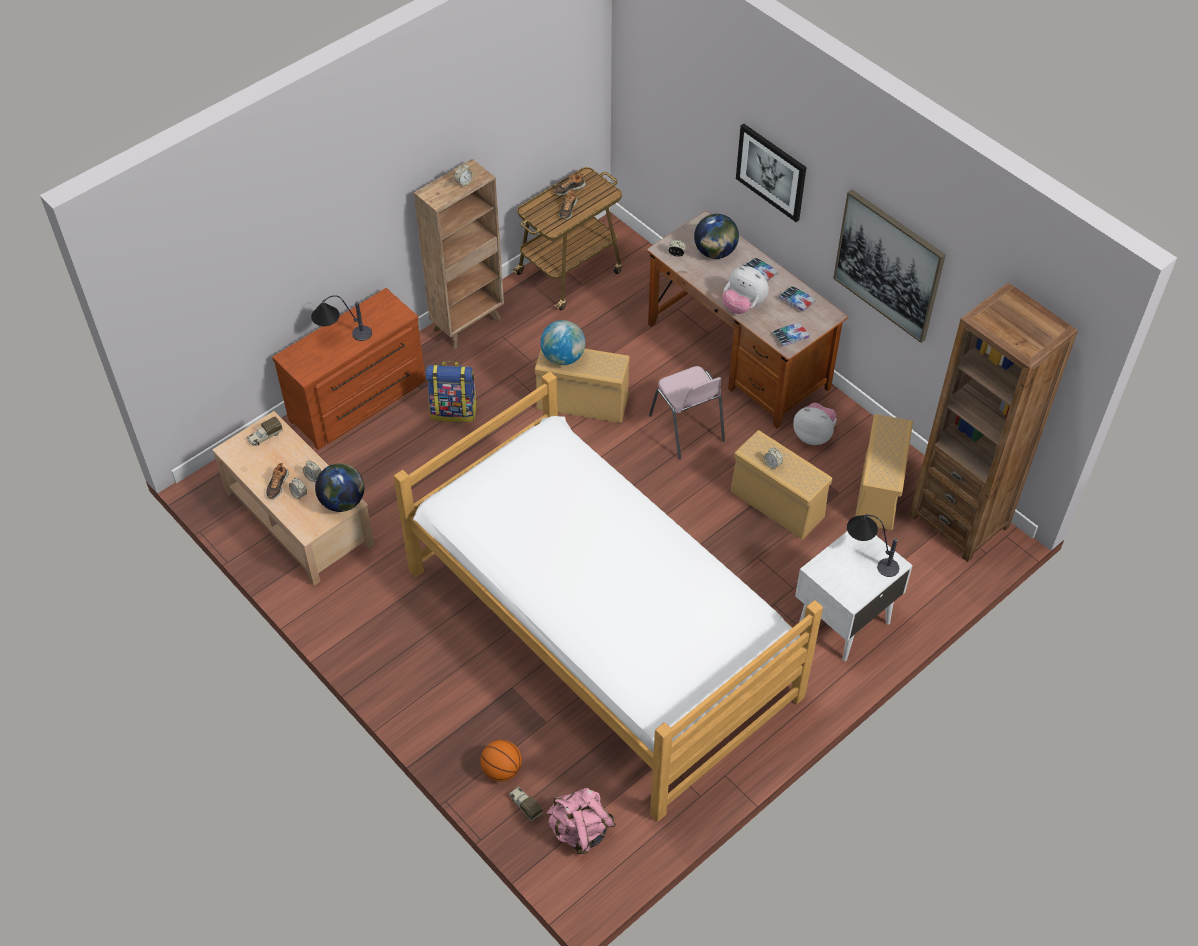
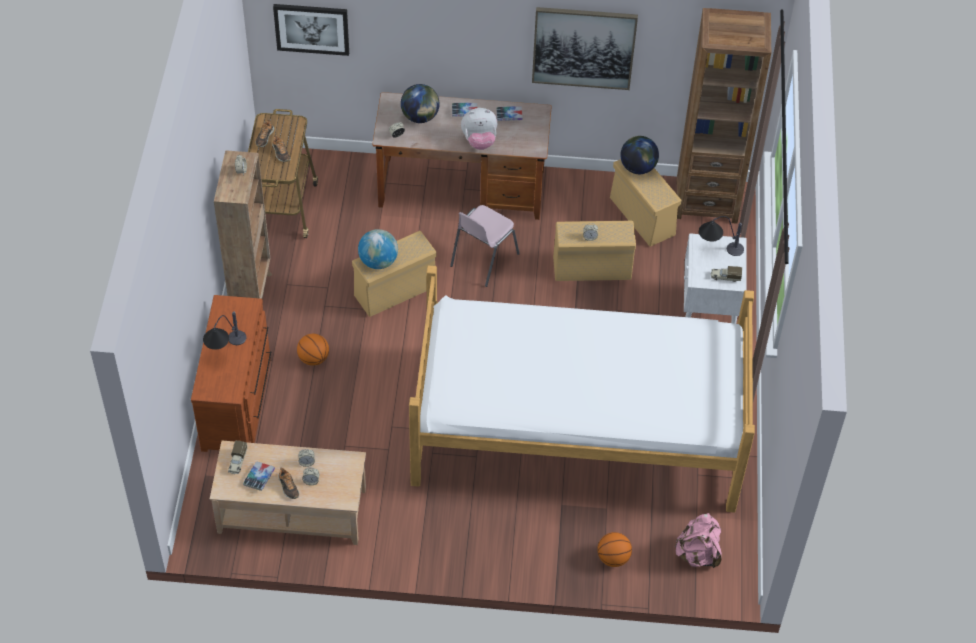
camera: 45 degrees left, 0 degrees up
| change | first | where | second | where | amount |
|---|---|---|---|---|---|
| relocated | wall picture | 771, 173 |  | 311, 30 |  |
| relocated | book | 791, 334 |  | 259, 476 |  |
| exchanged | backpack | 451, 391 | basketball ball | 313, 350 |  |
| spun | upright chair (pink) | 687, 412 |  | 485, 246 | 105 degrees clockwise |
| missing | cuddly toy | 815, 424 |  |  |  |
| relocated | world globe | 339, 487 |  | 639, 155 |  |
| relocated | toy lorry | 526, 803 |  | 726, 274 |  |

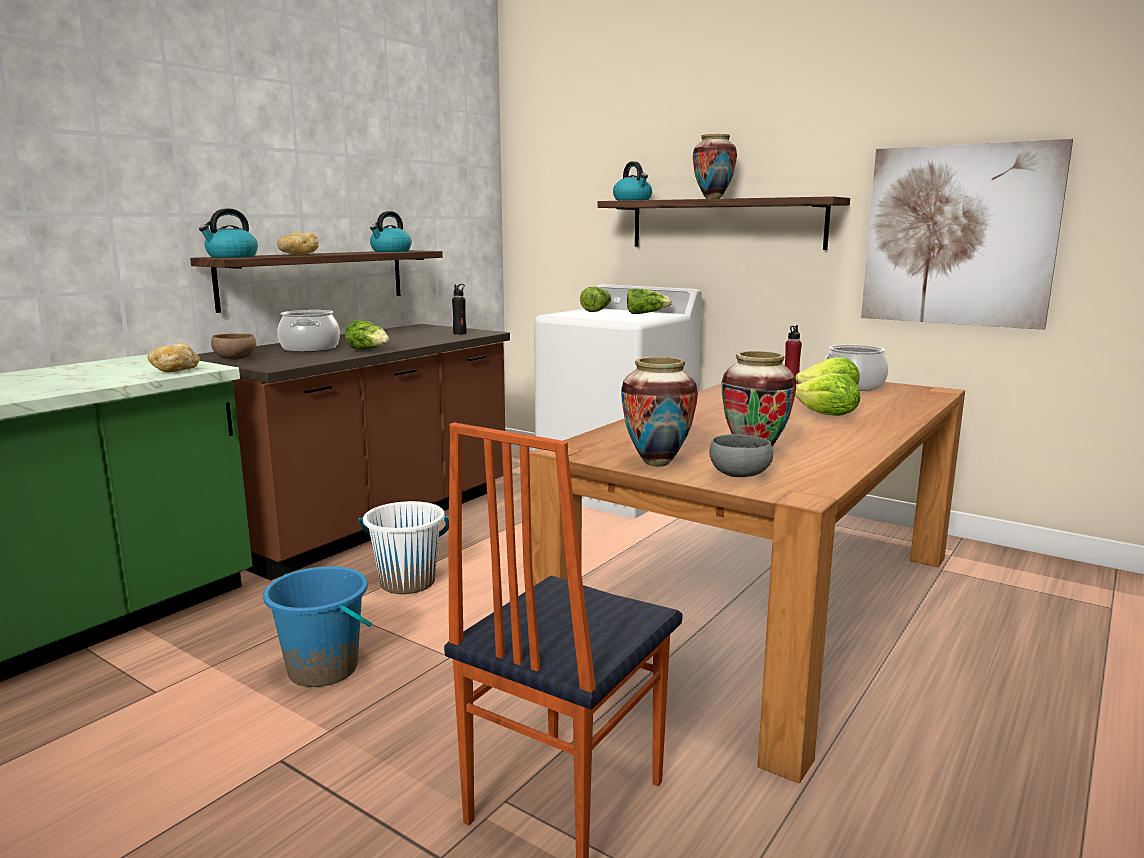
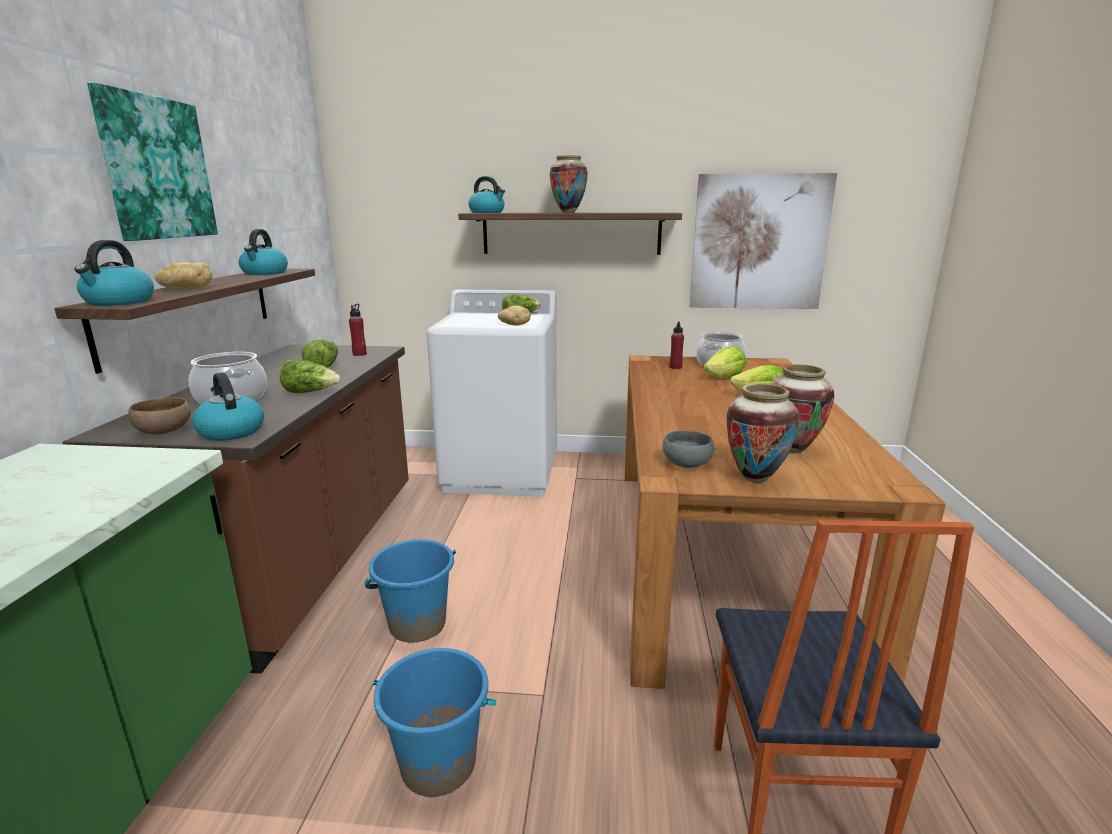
camera: 30 degrees left, 5 degrees up
| change | first | where | second | where | amount |
|---|---|---|---|---|---|
| colour | beverage bottle (black) | 459, 309 | beverage bottle (red) | 358, 330 |  |
| relocated | lettuce head | 595, 299 |  | 320, 353 |  |
| relocated | baked bread | 173, 357 |  | 514, 315 |  |
| relocated | bowl (greyish) | 741, 455 |  | 688, 449 |  |
| colour | pail (white) | 404, 547 | pail (bluish) | 410, 591 |  |
| appeared |  |  | wall picture | 152, 162 |  |
| appeared |  |  | tea kettle | 228, 406 |  |

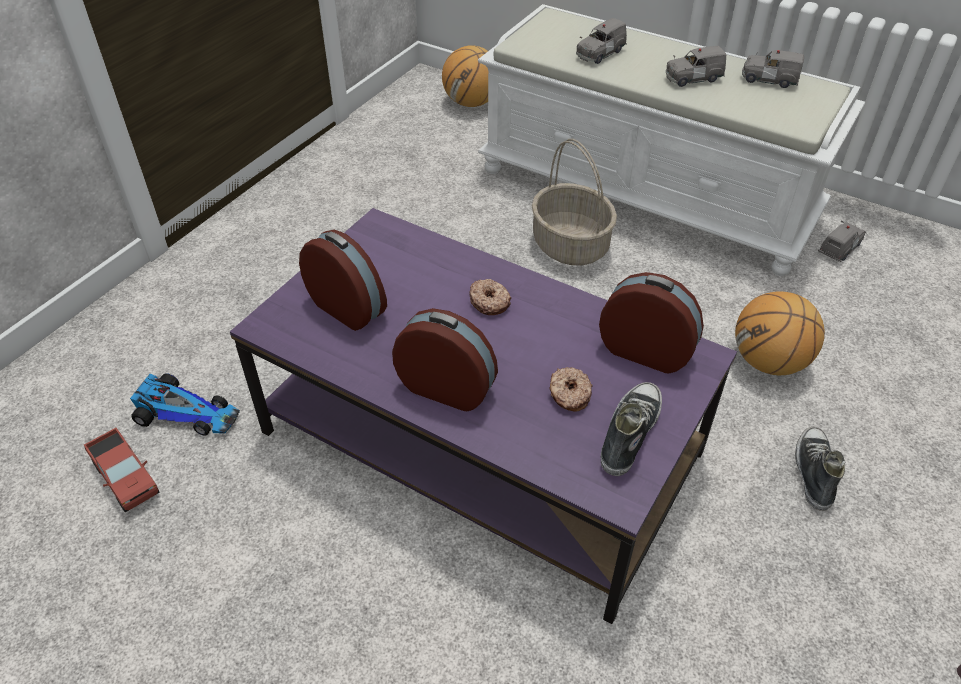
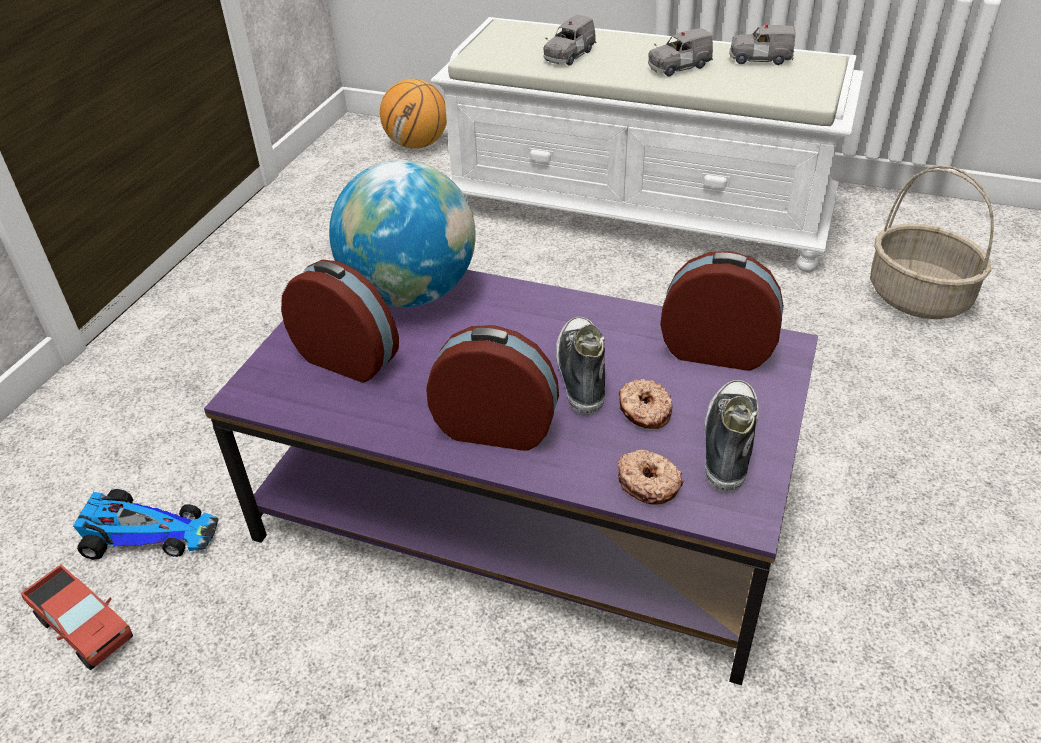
camera: 10 degrees left, 5 degrees down
| change | first | where | second | where | amount |
|---|---|---|---|---|---|
| relocated | household basket | 574, 202 |  | 932, 242 |  |
| missing | model car (greyish) | 842, 241 |  |  |  |
| relocated | donut | 490, 297 |  | 651, 477 |  |
| missing | basketball ball | 780, 333 |  |  |  |
| relocated | shoe | 820, 469 |  | 580, 365 |  |
| appeared |  |  | world globe | 402, 233 |  |

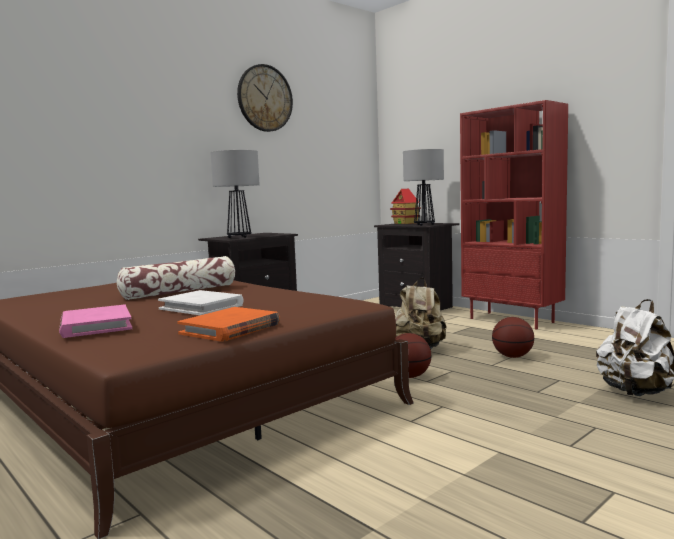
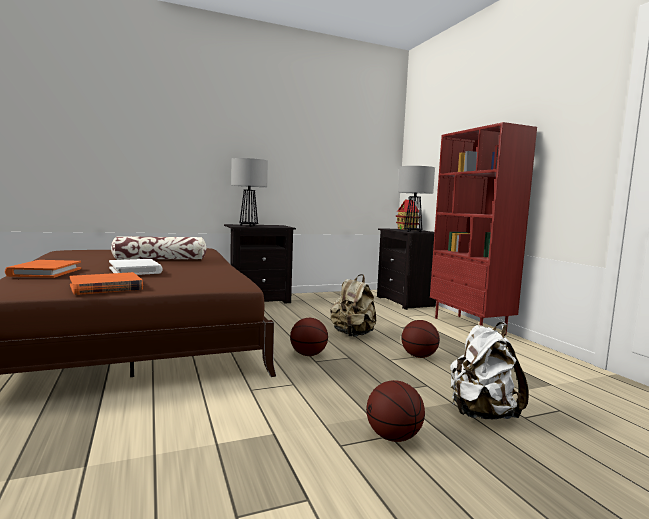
camera: 20 degrees right, 0 degrees up
| change | first | where | second | where | amount |
|---|---|---|---|---|---|
| missing | clock on the wall | 265, 98 |  |  |  |
| colour | book (pink) | 95, 321 | book (orange) | 43, 269 |  |
| appeared |  |  | basketball ball | 395, 411 |  |

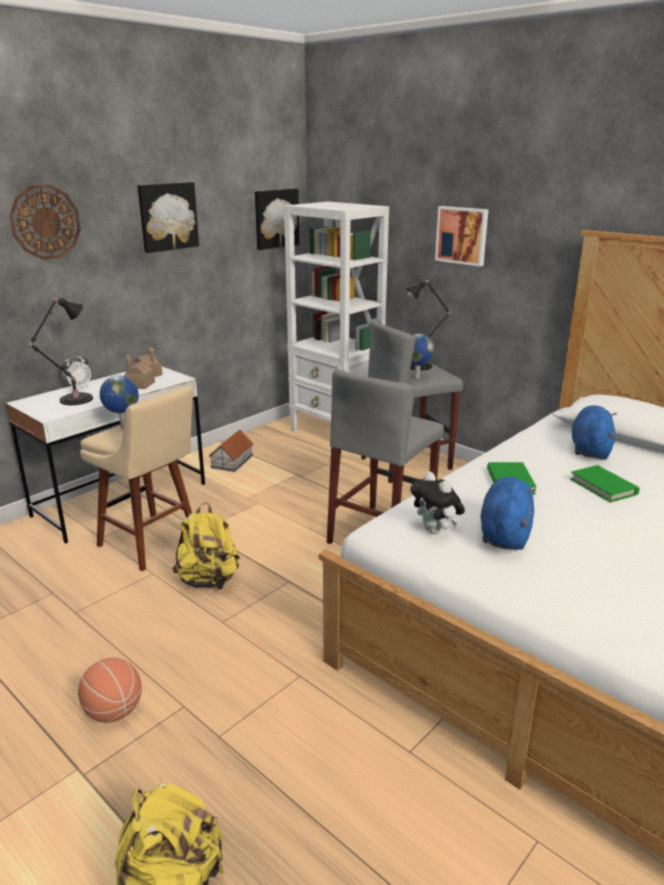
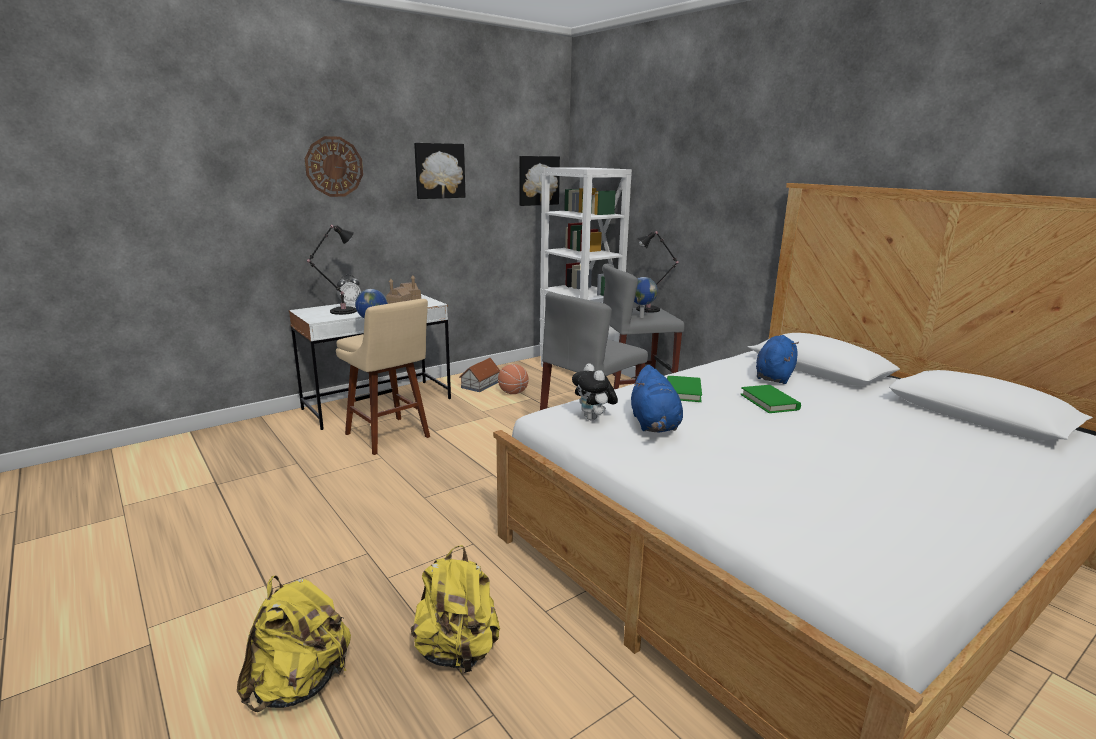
camera: 10 degrees right, 5 degrees down
| change | first | where | second | where | amount |
|---|---|---|---|---|---|
| missing | wall picture | 462, 236 |  |  |  |
| spun | cuddly toy (bluish) | 508, 513 |  | 657, 399 | 150 degrees clockwise |
| relocated | backpack (yellow-coloured) | 206, 546 |  | 455, 610 |  |
| relocated | basketball ball | 110, 690 |  | 513, 379 |  |

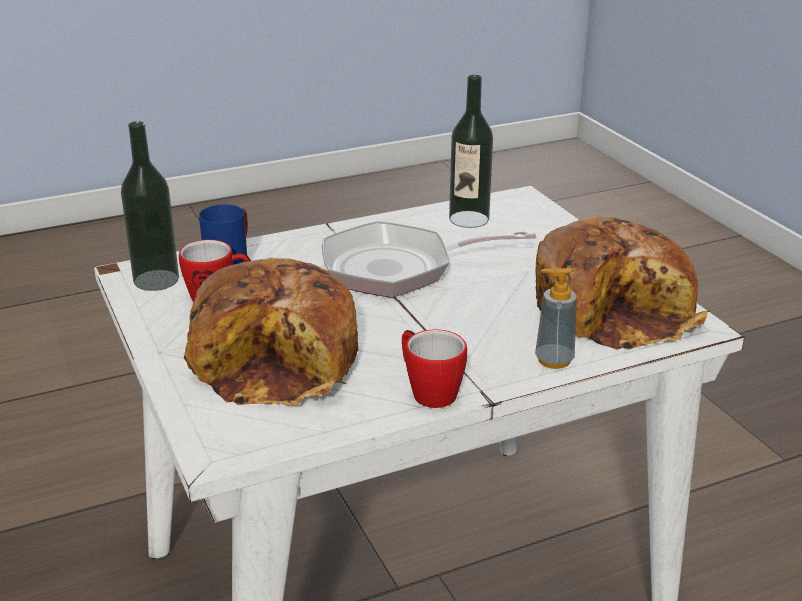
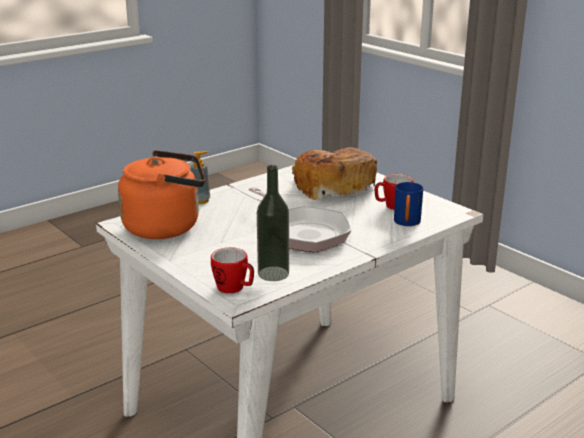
camera: 165 degrees right, 5 degrees down
| change | first | where | second | where | amount |
|---|---|---|---|---|---|
| missing | beverage bottle | 150, 206 |  |  |  |
| exchanged | baked bread | 622, 283 | tea kettle (orange) | 161, 194 |  |
| spun | skillet | 429, 259 |  | 300, 219 | 75 degrees clockwise |
| relocated | tea mug | 434, 369 |  | 232, 270 |  |

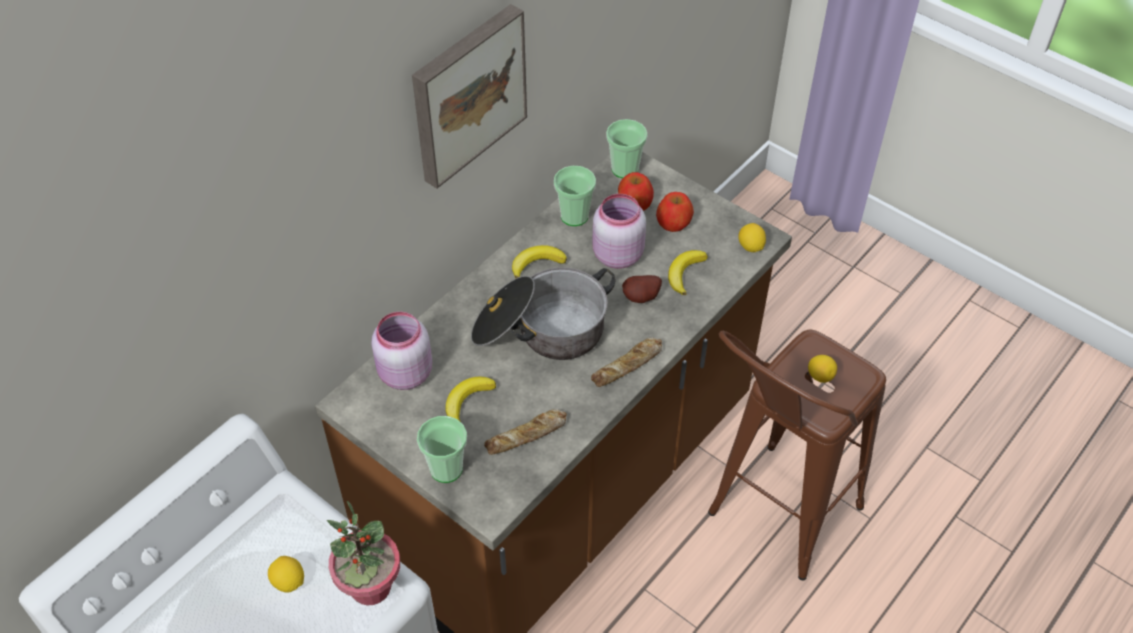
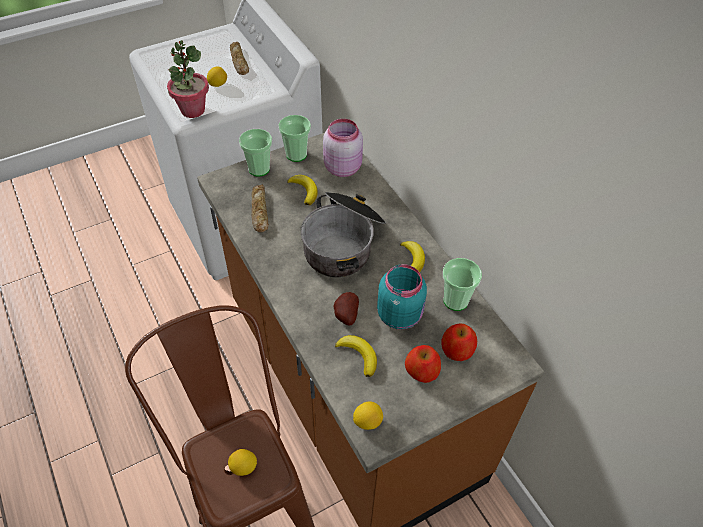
camera: 110 degrees right, 0 degrees up
| change | first | where | second | where | amount |
|---|---|---|---|---|---|
| missing | wall picture | 469, 96 |  |  |  |
| relocated | cup | 627, 148 |  | 295, 138 |  |
| colour | preserve jar (pink) | 619, 231 | preserve jar (turquoise-coloured) | 402, 297 |  |
| relocated | baked bread | 626, 362 |  | 239, 58 |  |

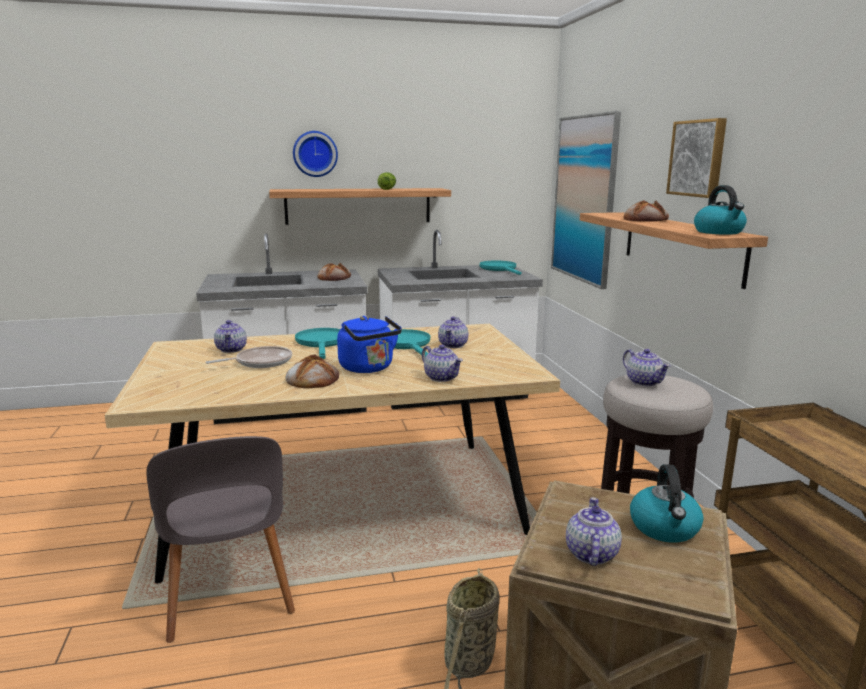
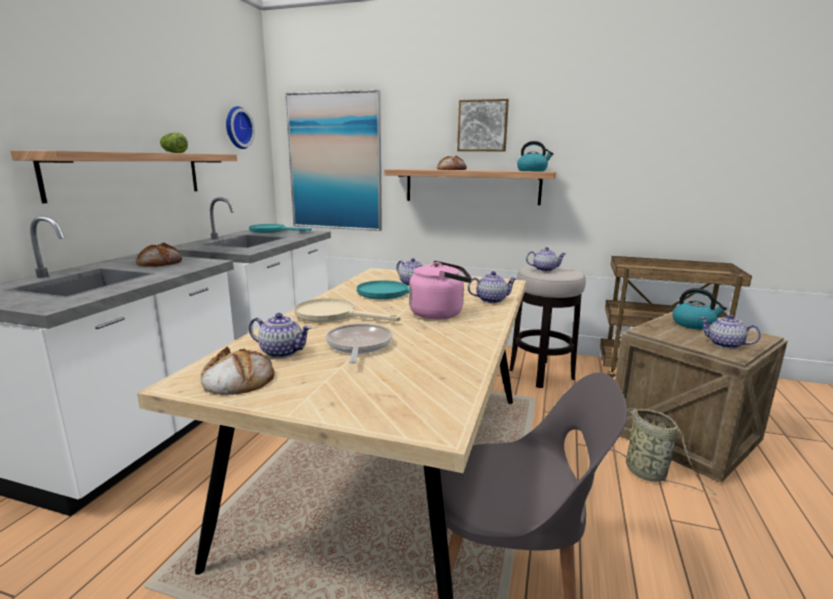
camera: 60 degrees left, 0 degrees up
| change | first | where | second | where | amount |
|---|---|---|---|---|---|
| relocated | clock on the wall | 315, 154 |  | 240, 127 |  |
| colour | tea kettle (bluish) | 369, 344 | tea kettle (pink) | 440, 290 |  |
| colour | skillet (turquoise-coloured) | 317, 343 | skillet (sand-coloured) | 347, 310 |  |
| relocated | baked bread | 312, 371 |  | 238, 371 |  |

